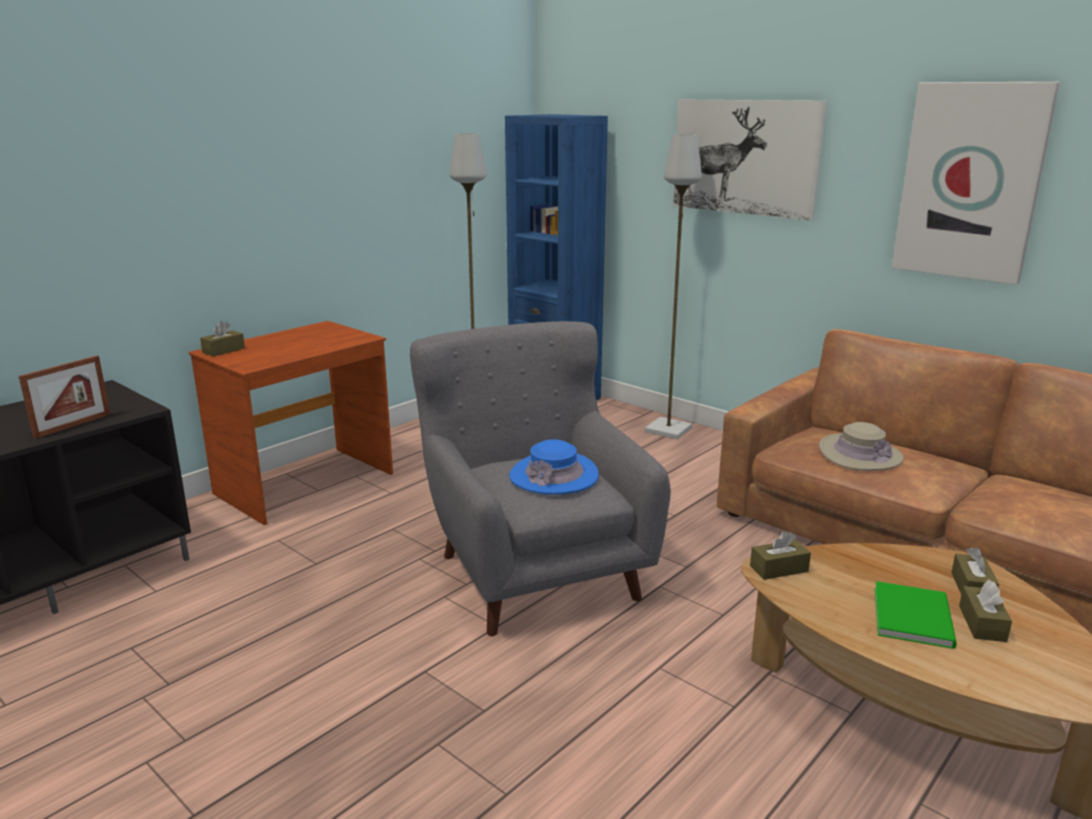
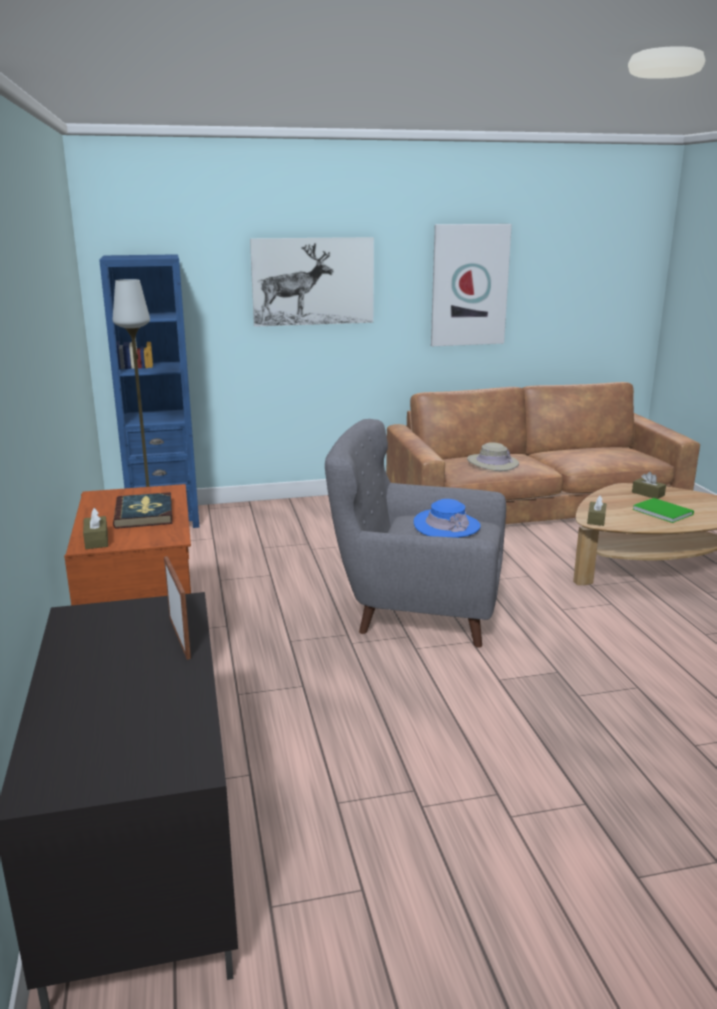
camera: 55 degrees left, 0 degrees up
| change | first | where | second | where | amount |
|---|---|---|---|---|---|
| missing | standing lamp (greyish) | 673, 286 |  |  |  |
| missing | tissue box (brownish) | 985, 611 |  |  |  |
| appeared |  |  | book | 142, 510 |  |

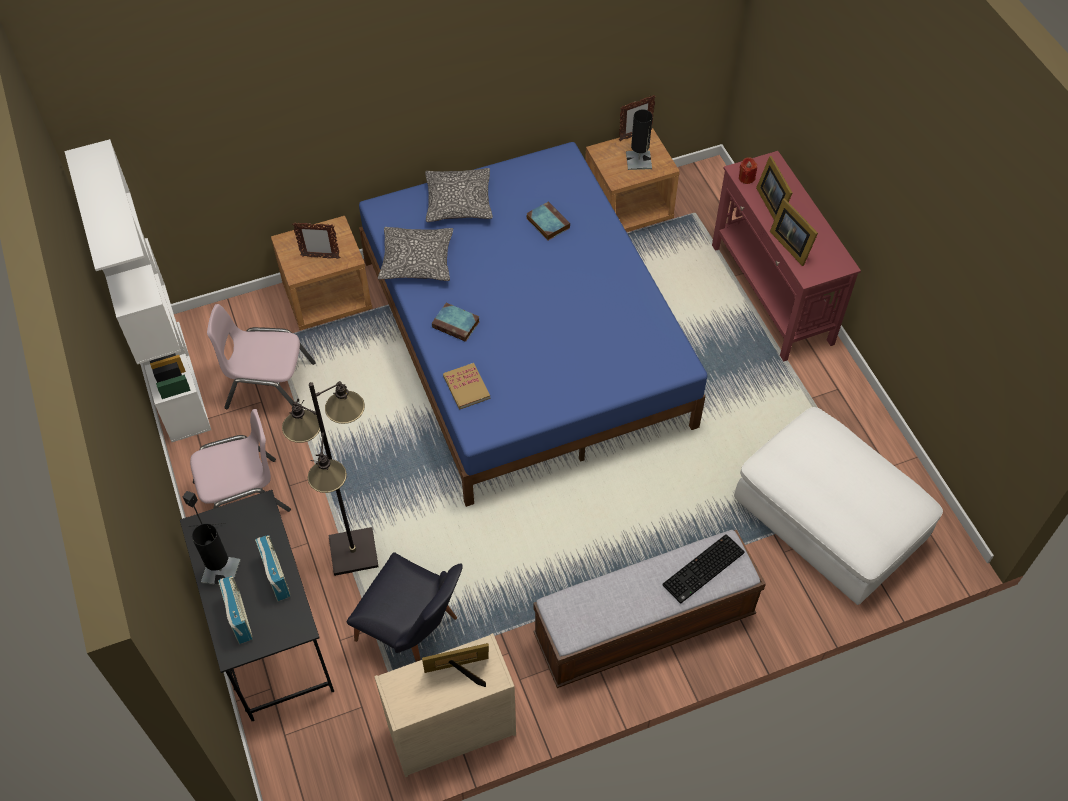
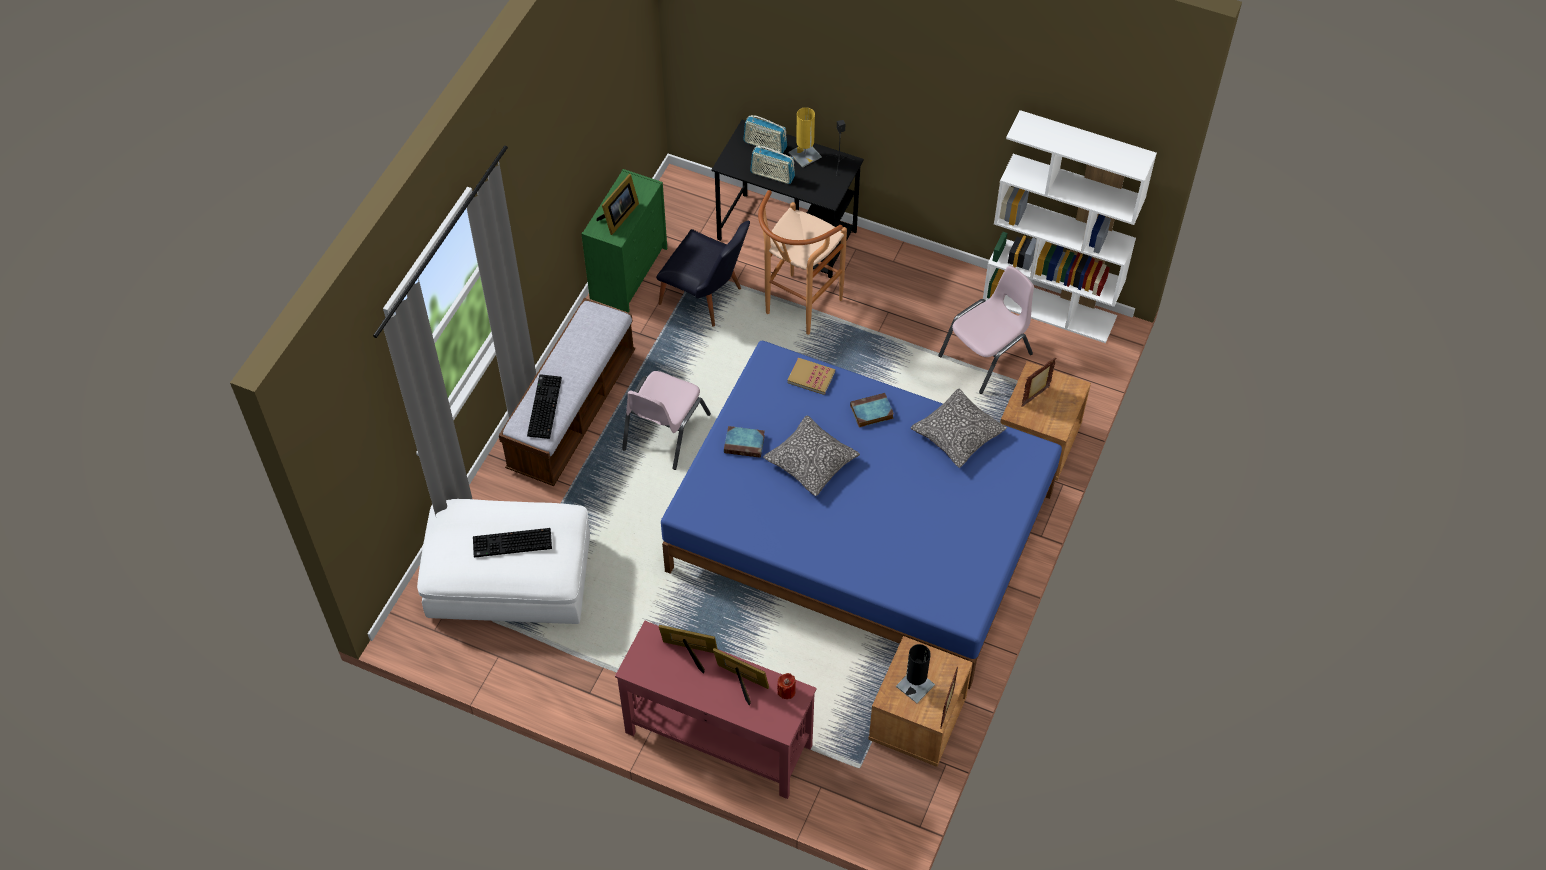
camera: 135 degrees right, 0 degrees up
| change | first | where | second | where | amount |
|---|---|---|---|---|---|
| relocated | pillow | 459, 195 |  | 811, 455 |  |
| relocated | book | 548, 221 |  | 744, 442 |  |
| exchanged | standing lamp (black) | 330, 478 | sitting stool (brownish) | 802, 262 |  |
| relocated | upright chair (pink) | 240, 460 |  | 666, 420 |  |
| colour | lamp for a table (black) | 216, 555 | lamp for a table (yellow-coloured) | 805, 137 |  |
| spun | upright chair (black) | 405, 607 |  | 703, 274 | 135 degrees counterclockwise |
| colour | chest of drawers (sand-coloured) | 445, 705 | chest of drawers (green-coloured) | 624, 241 |  |
| appeared |  |  | computer keyboard | 512, 542 |  |

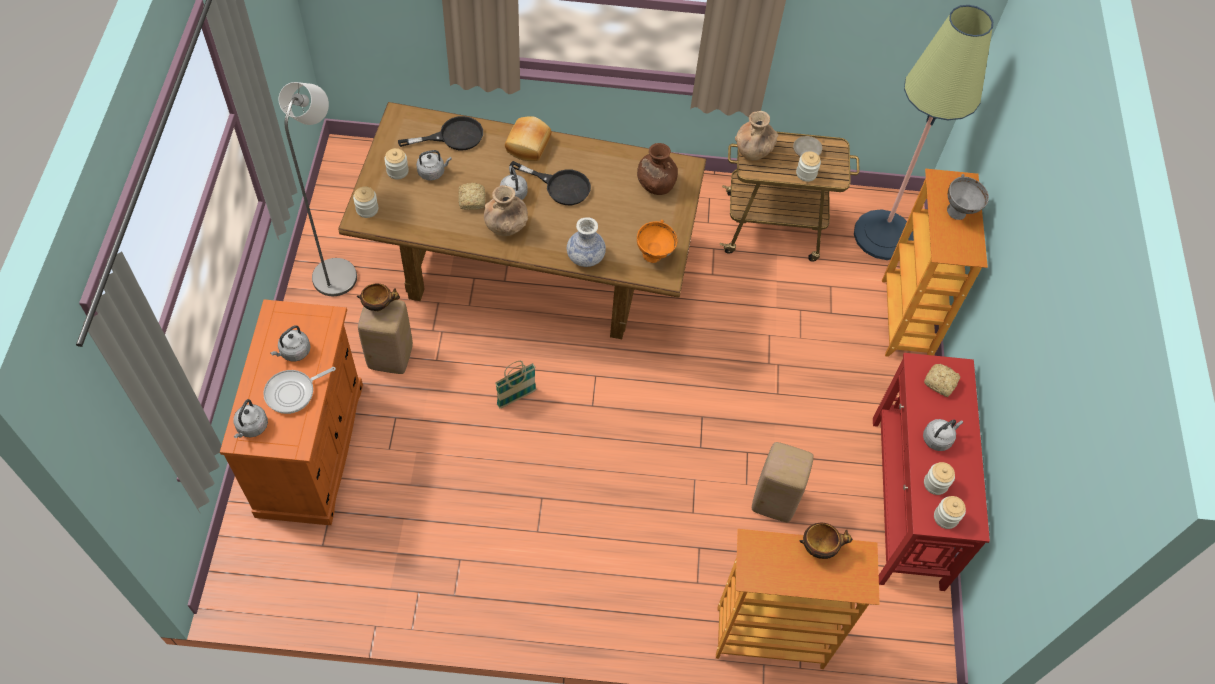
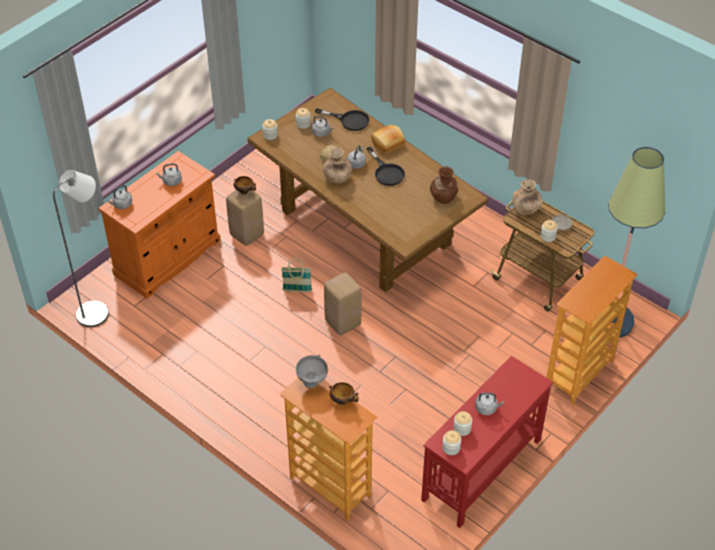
camera: 40 degrees right, 10 degrees down
| change | first | where | second | where | amount |
|---|---|---|---|---|---|
| relocated | standing lamp (greyish) | 318, 189 |  | 81, 248 |  |
| relocated | bowl (greyish) | 968, 197 |  | 312, 371 |  |
| missing | flower vase | 586, 242 |  |  |  |
| missing | bowl (orange) | 657, 241 |  |  |  |
| missing | baked bread | 942, 380 |  |  |  |
| missing | skillet | 299, 390 |  |  |  |
| relocated | sitting stool (sand-coloured) | 783, 482 |  | 343, 303 |  |

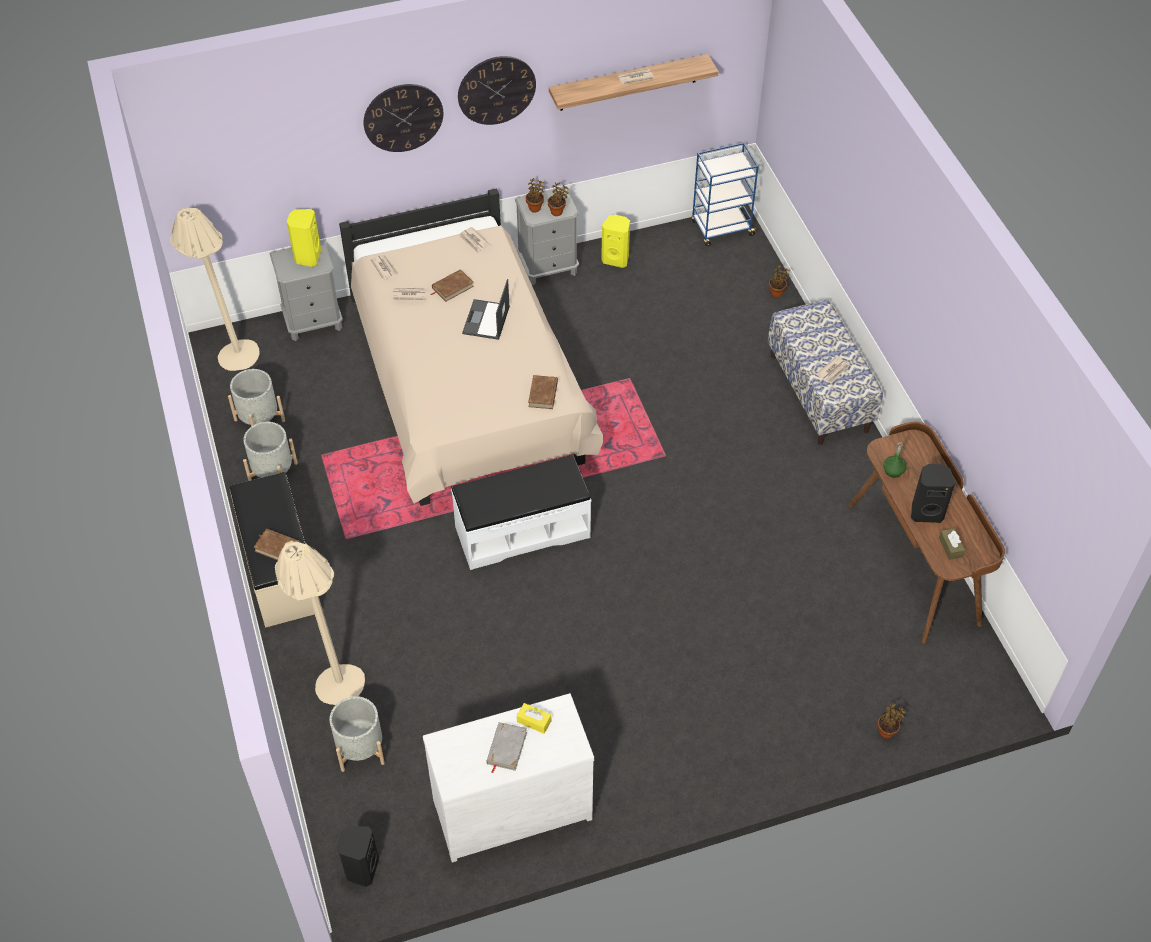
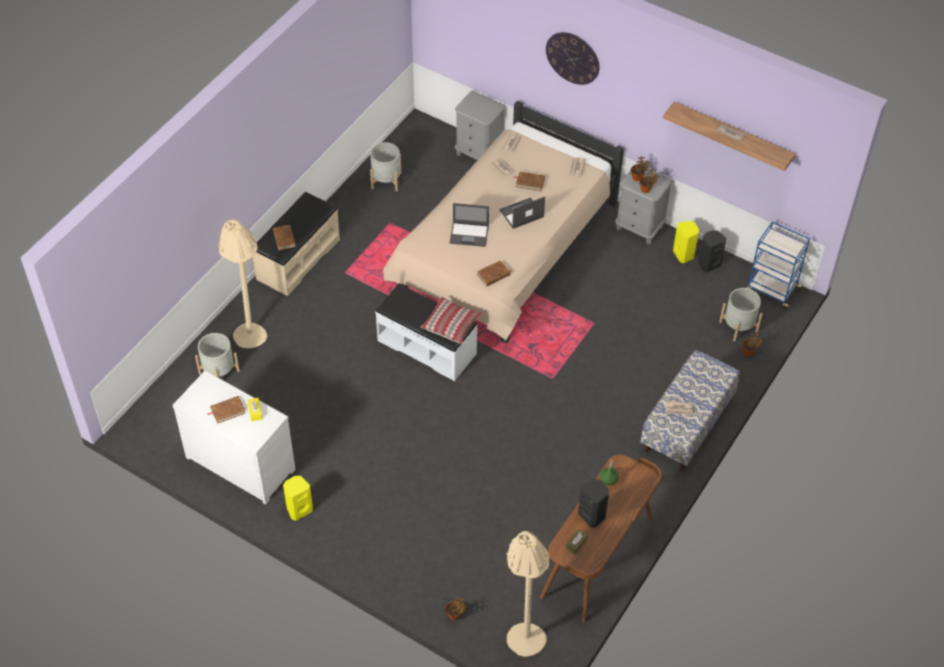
camera: 50 degrees right, 0 degrees up
| change | first | where | second | where | amount |
|---|---|---|---|---|---|
| missing | clock on the wall | 497, 90 |  |  |  |
| relocated | standing lamp (sand-coloured) | 215, 289 |  | 528, 594 |  |
| relocated | speaker (yellow-coloured) | 304, 238 |  | 298, 498 |  |
| relocated | plant pot (greyish) | 270, 451 |  | 740, 315 |  |
| colour | book (greyish) | 506, 747 | book (brownish) | 226, 410 |  |
| relocated | speaker (black) | 358, 856 |  | 712, 251 |  |
| appeared |  |  | notebook computer | 469, 225 |  |
| appeared |  |  | pillow | 451, 320 |  |

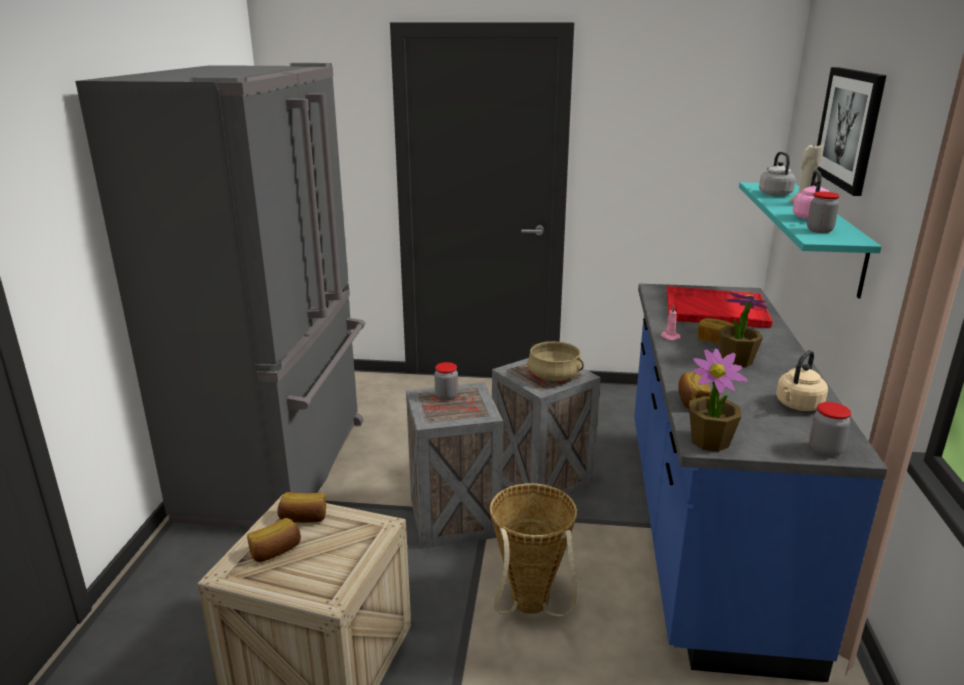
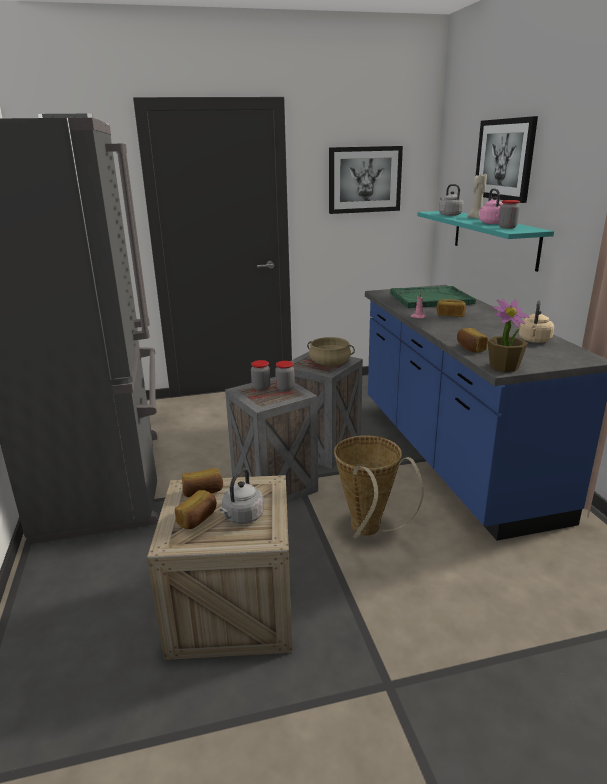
camera: 20 degrees left, 0 degrees up
| change | first | where | second | where | amount |
|---|---|---|---|---|---|
| colour | carrying tray (red) | 720, 307 | carrying tray (green-coloured) | 433, 297 |  |
| missing | potted plant | 743, 330 |  |  |  |
| relocated | preserve jar | 830, 429 |  | 285, 376 |  |
| appeared |  |  | wall picture | 366, 180 |  |
| appeared |  |  | tea kettle (greyish) | 242, 496 |  |

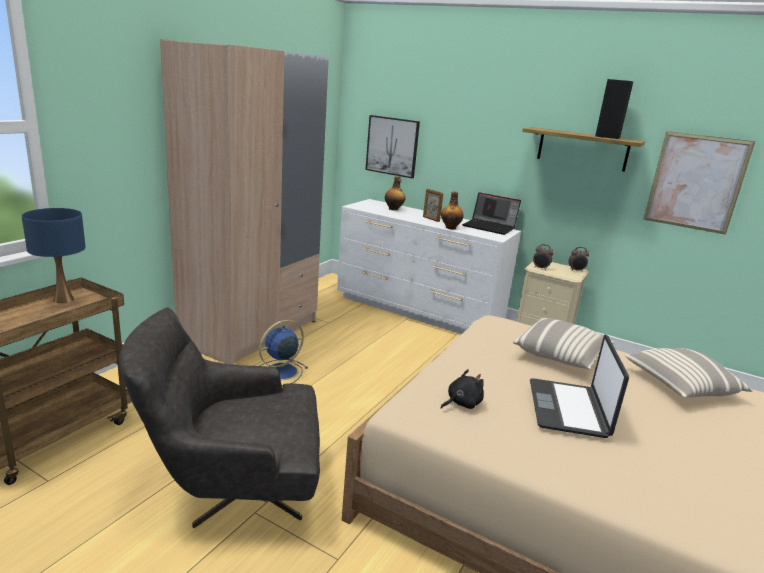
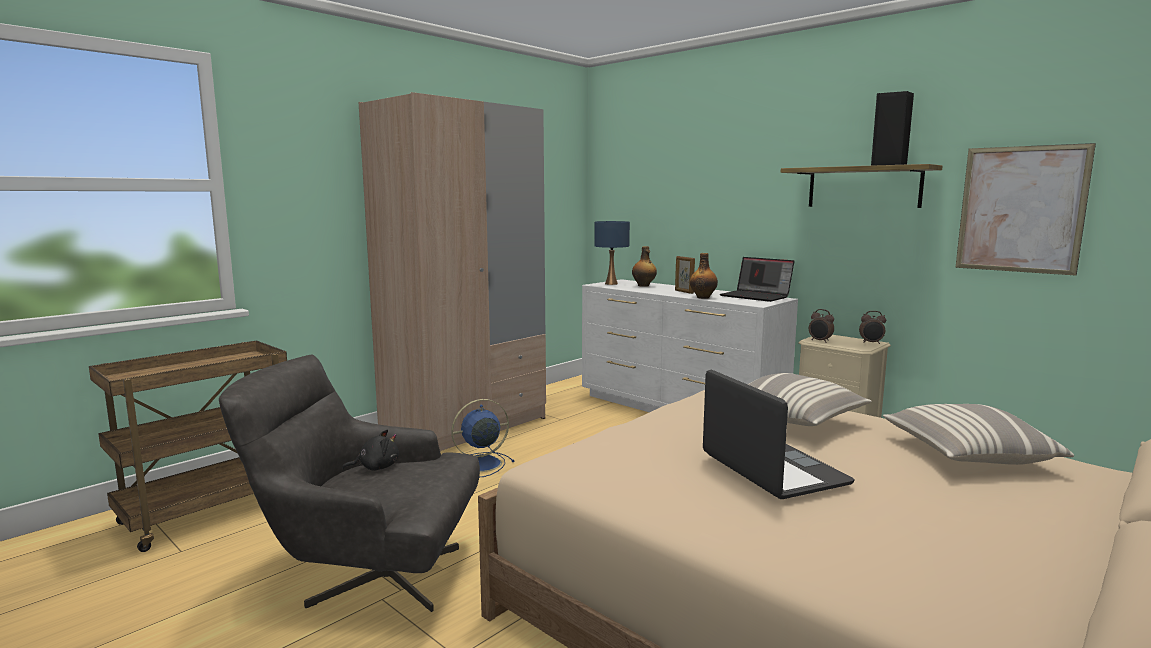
camera: 15 degrees right, 10 degrees down
| change | first | where | second | where | amount |
|---|---|---|---|---|---|
| missing | wall picture | 392, 146 |  |  |  |
| relocated | lamp for a table (bluish) | 54, 256 |  | 612, 253 |  |
| spun | notebook computer | 579, 386 |  | 779, 434 | 135 degrees clockwise |
| relocated | cuddly toy (black) | 462, 389 |  | 370, 450 |  |

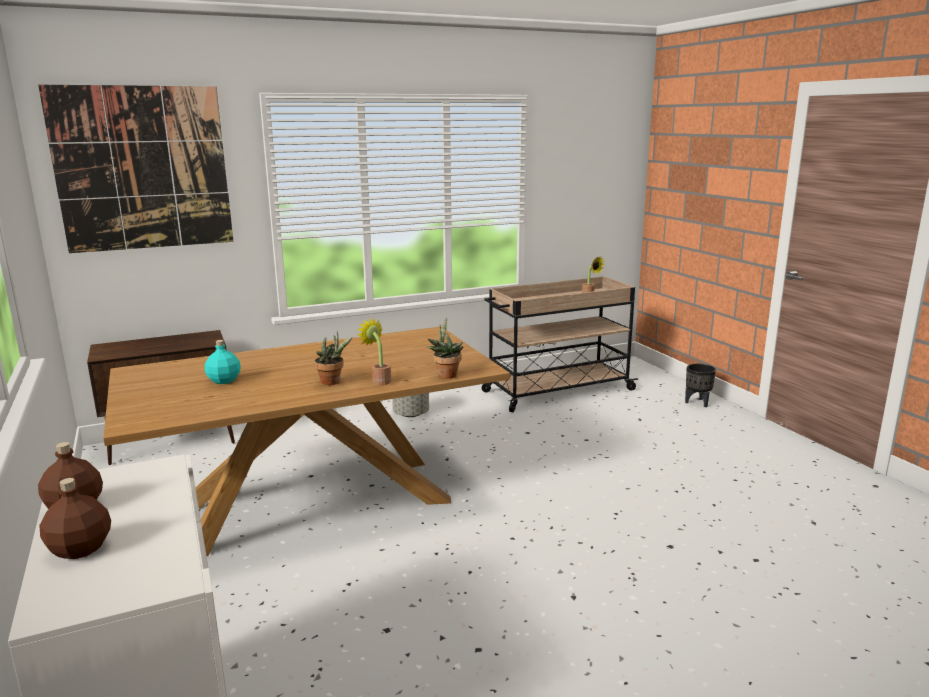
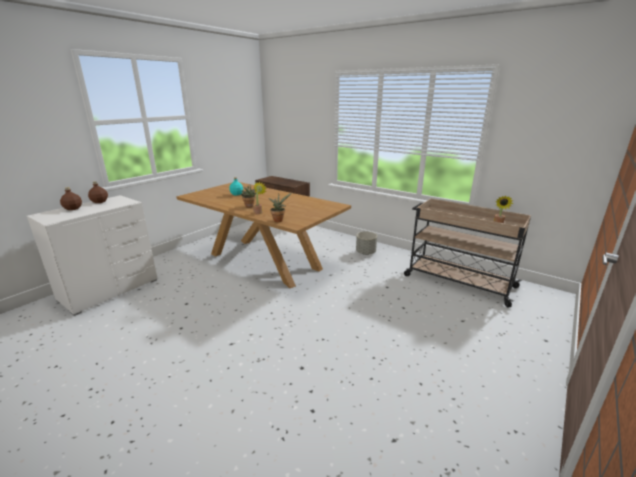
camera: 60 degrees right, 5 degrees up
| change | first | where | second | where | amount |
|---|---|---|---|---|---|
| missing | wall picture | 135, 169 |  |  |  |
| missing | plant pot (black) | 700, 385 |  |  |  |

